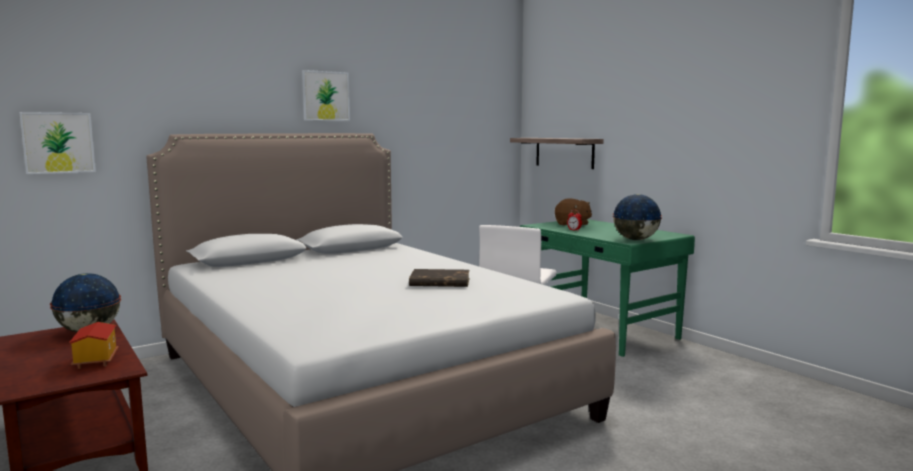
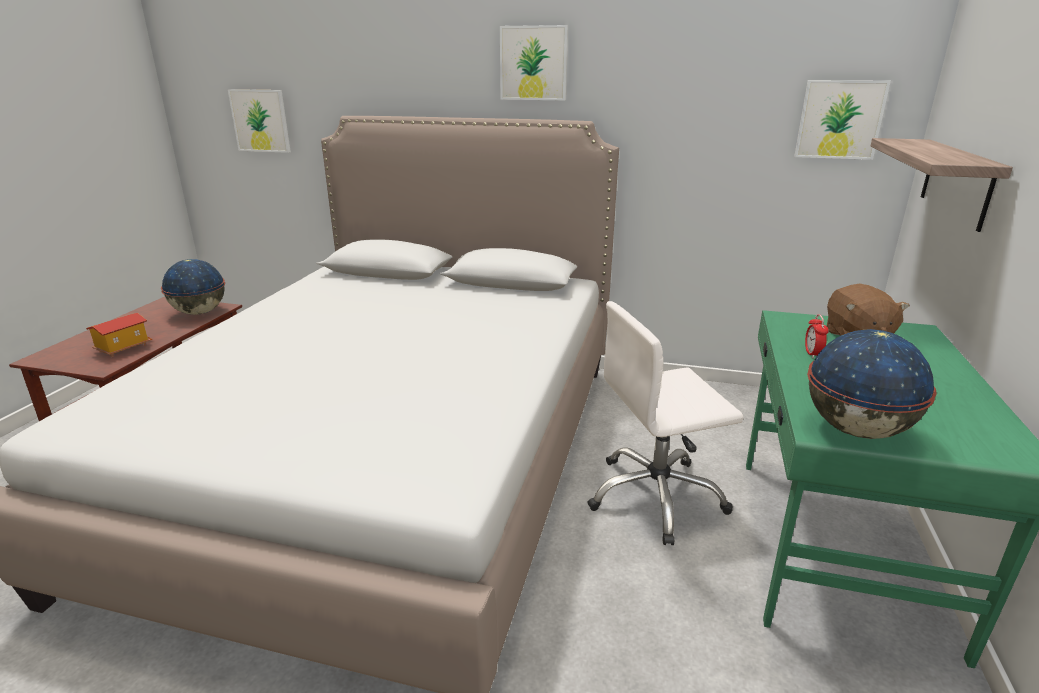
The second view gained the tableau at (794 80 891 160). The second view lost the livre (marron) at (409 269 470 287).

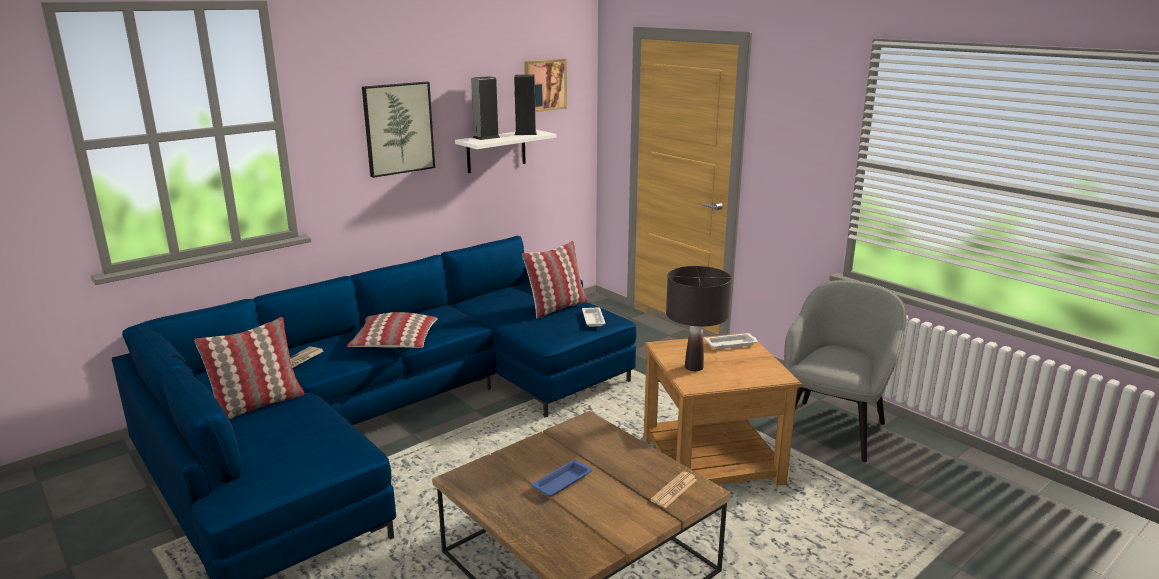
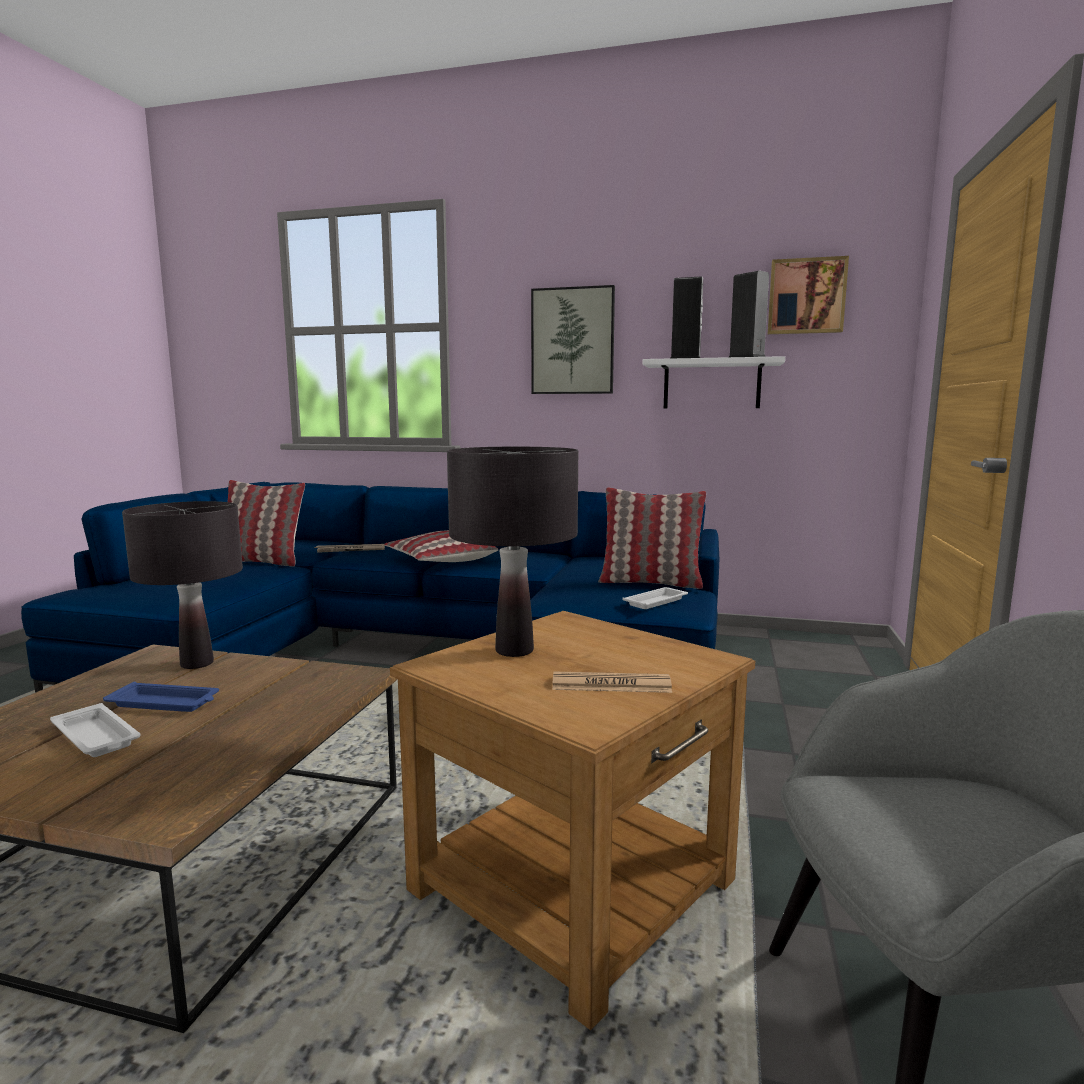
The plateau (blanc) ended up elsewhere, having gone from (704 333 758 349) to (50 703 141 757). The second view gained the lampe de table (noir) at (122 501 243 669). The journal ended up elsewhere, having gone from (650 471 697 508) to (552 671 672 693).

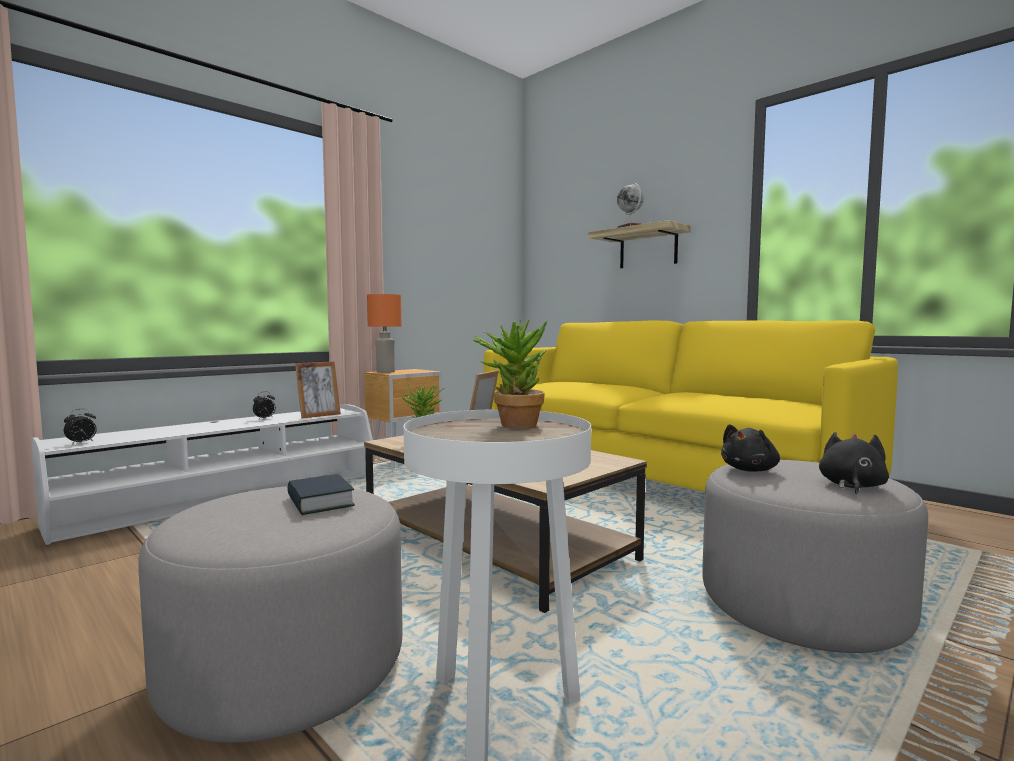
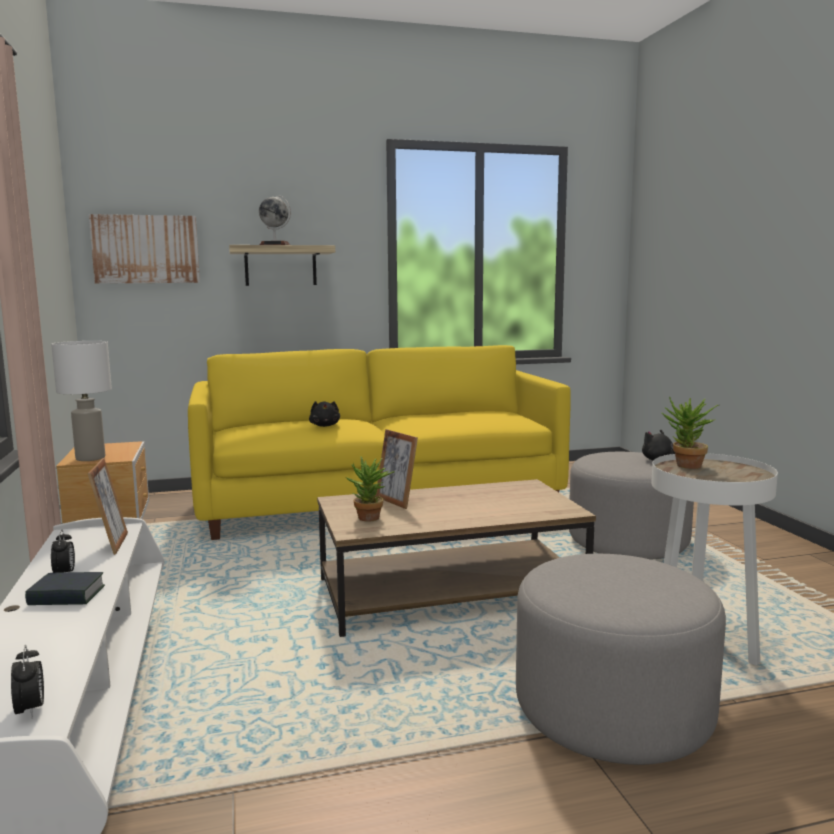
The livre ended up elsewhere, having gone from (287 474 355 515) to (25 572 105 605). What was the lampe de table (orange) at (367 294 402 373) turned into the lampe de table (blanc) at (51 341 112 461). The second view gained the tableau at (89 214 200 284). The peluche (noir) ended up elsewhere, having gone from (721 424 780 472) to (309 401 340 427).

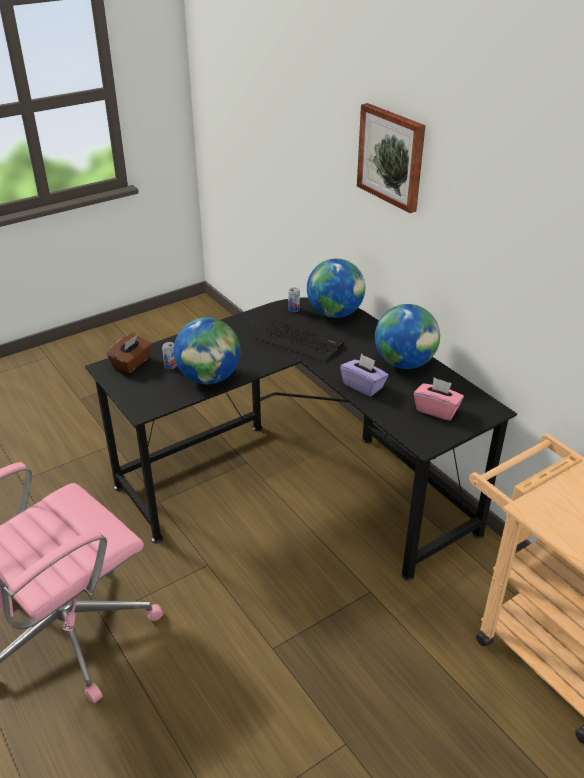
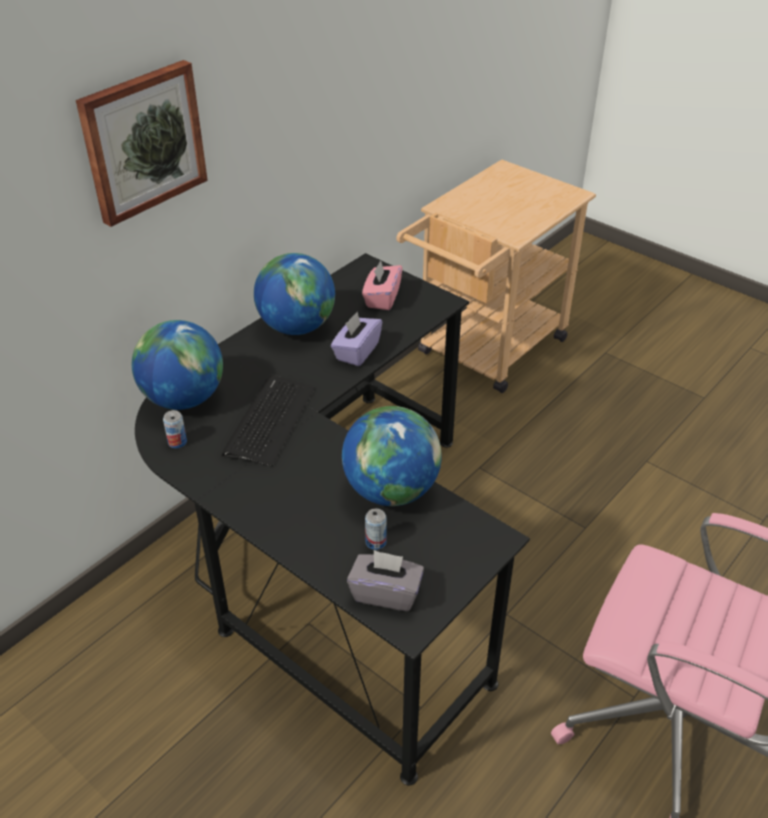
What was the boîte à mouchoirs (marron) at (107 333 152 373) turned into the boîte à mouchoirs (gris) at (347 550 424 611).

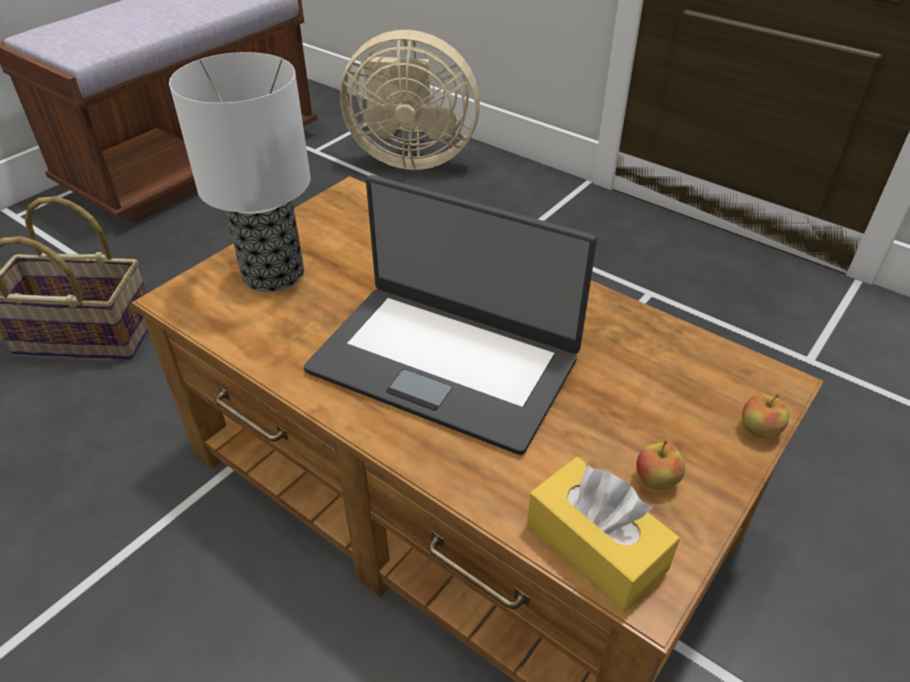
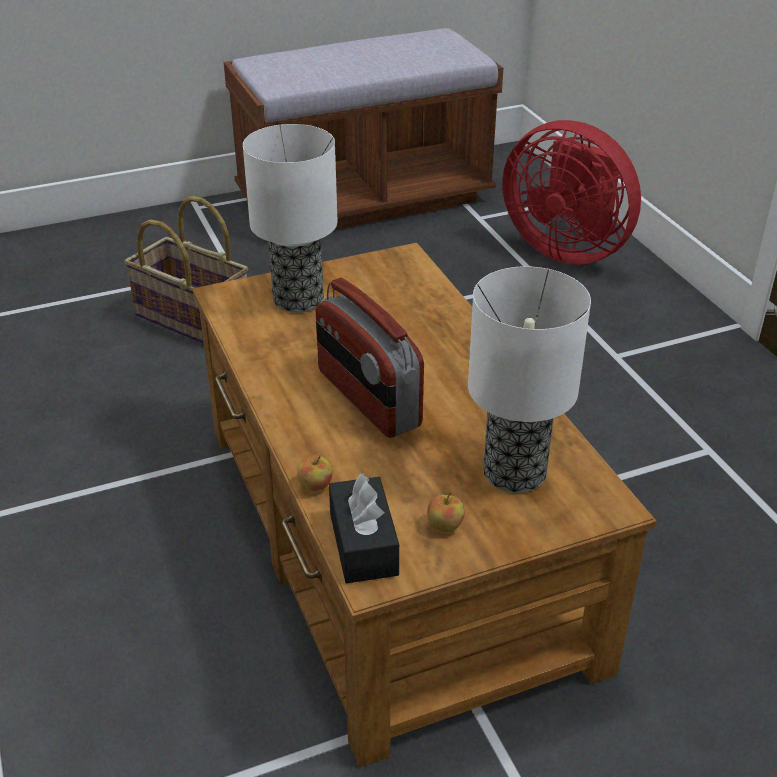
The pomme ended up elsewhere, having gone from (742 394 789 439) to (297 455 332 491). Where the ordinateur portable stood at (304 175 597 455), the radio came to stand at (316 278 424 438). What was the boîte à mouchoirs (jaune) at (527 457 680 612) turned into the boîte à mouchoirs (noir) at (329 473 399 583). The second view gained the lampe de table at (468 266 591 493). What was the ventilateur (beige) at (340 30 480 170) turned into the ventilateur (rouge) at (502 120 641 265).

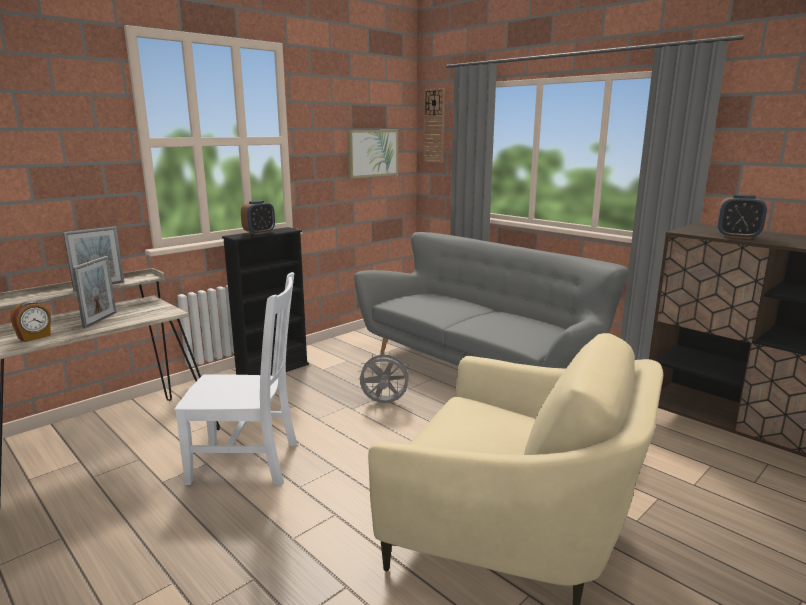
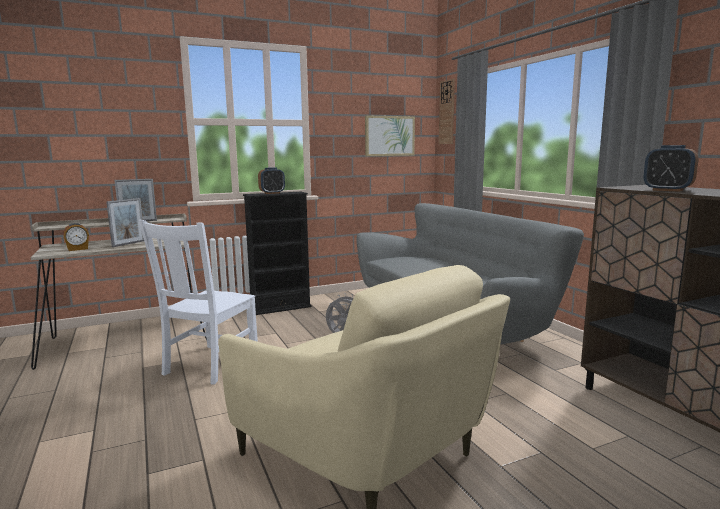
The chaise (blanc) at (174 272 297 485) ended up facing another way, 90 degrees clockwise from before.

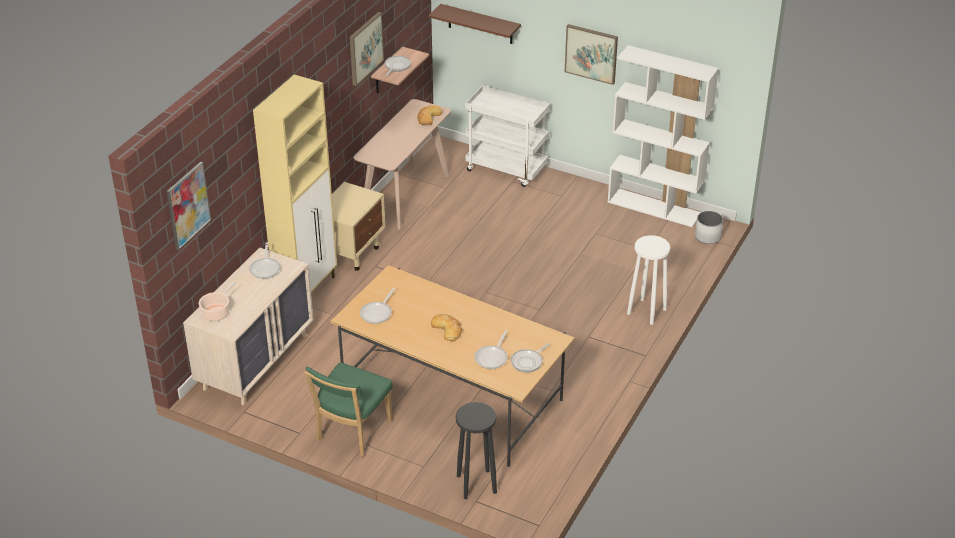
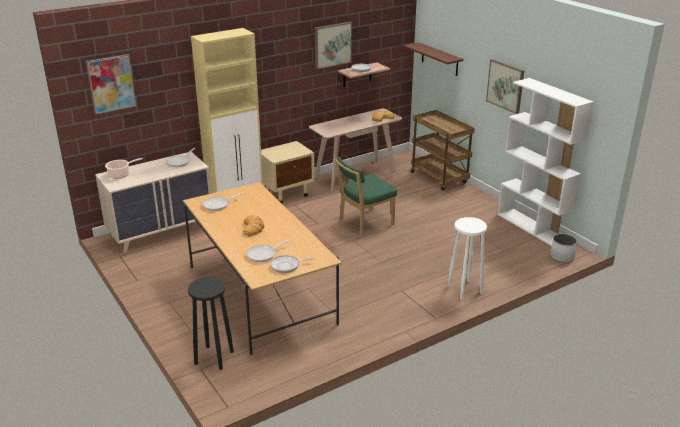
The chaise (vert) ended up elsewhere, having gone from (305 363 393 457) to (335 156 397 235). What was the chariot (blanc) at (465 85 550 187) turned into the chariot (marron) at (411 110 475 190).

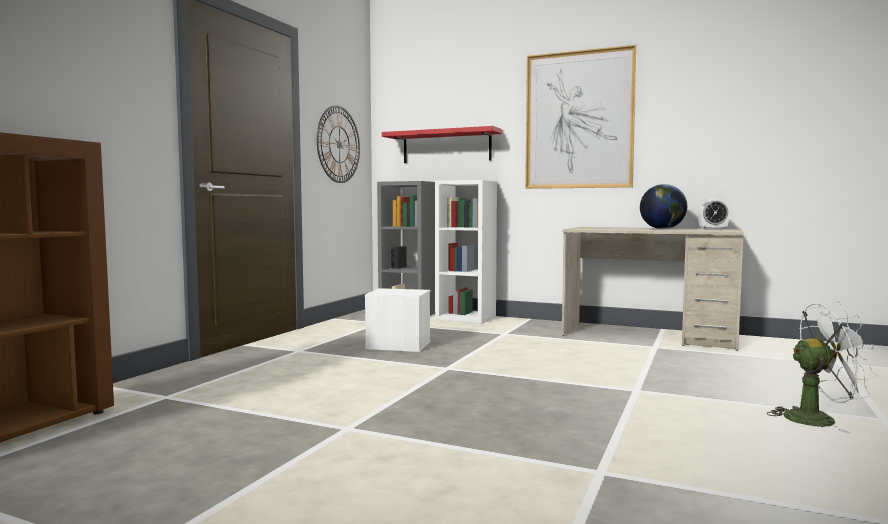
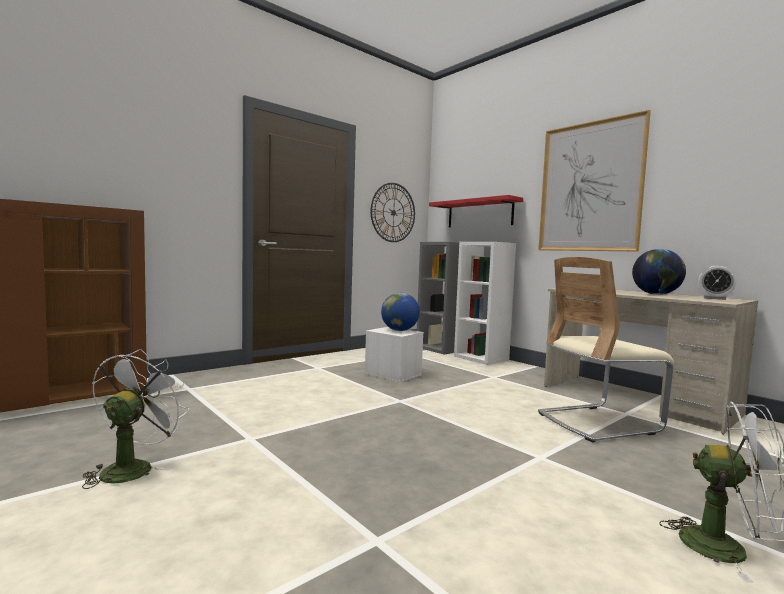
The second view gained the ventilateur (blanc) at (82 349 189 489). The second view gained the globe at (381 293 420 331). The second view gained the chaise (beige) at (538 257 674 442).

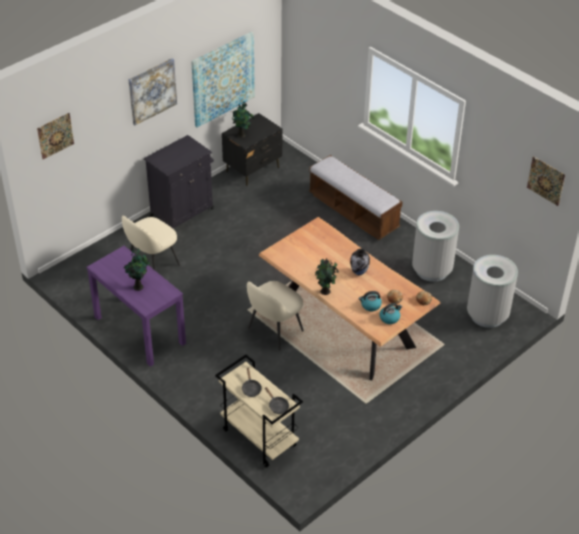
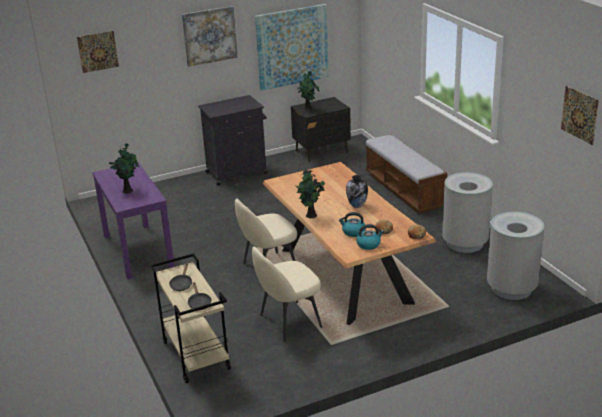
The chaise (beige) ended up elsewhere, having gone from (122 216 180 271) to (252 246 322 342).

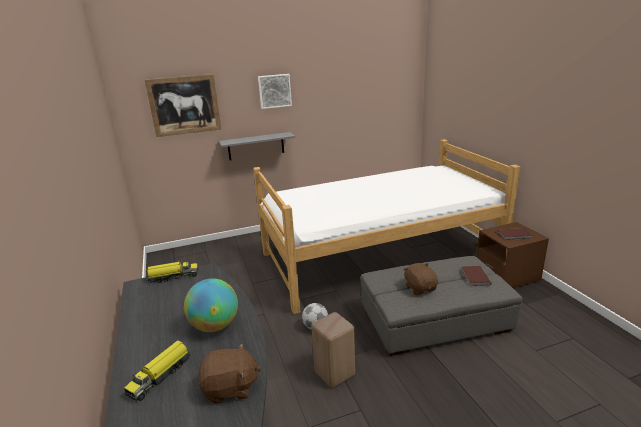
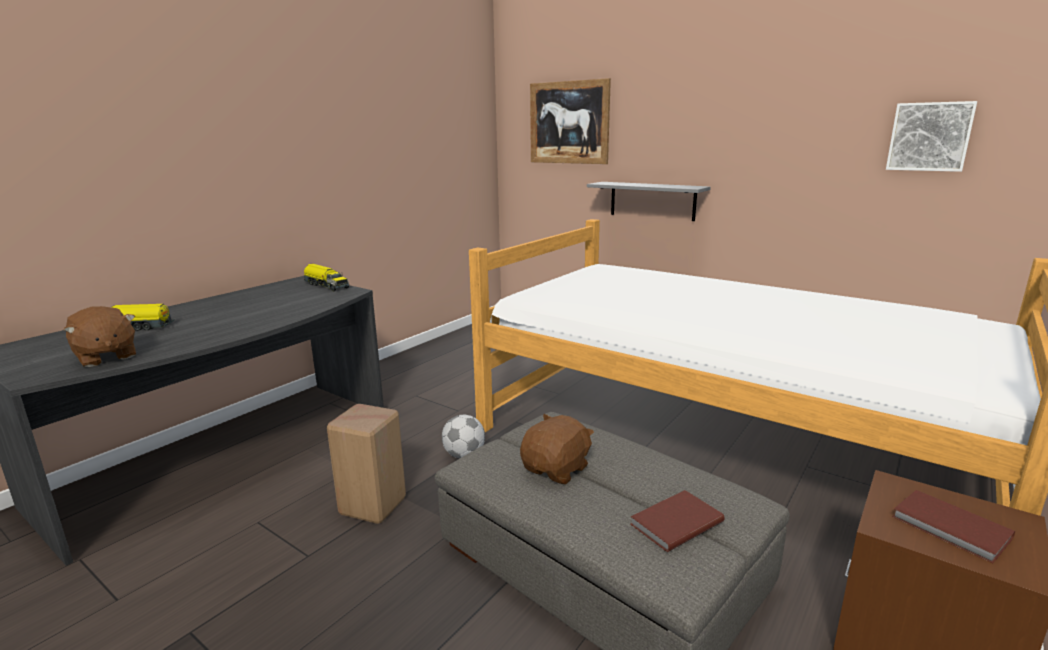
The tableau ended up elsewhere, having gone from (258 74 292 109) to (886 101 977 172). The second view lost the globe at (184 278 238 332).

